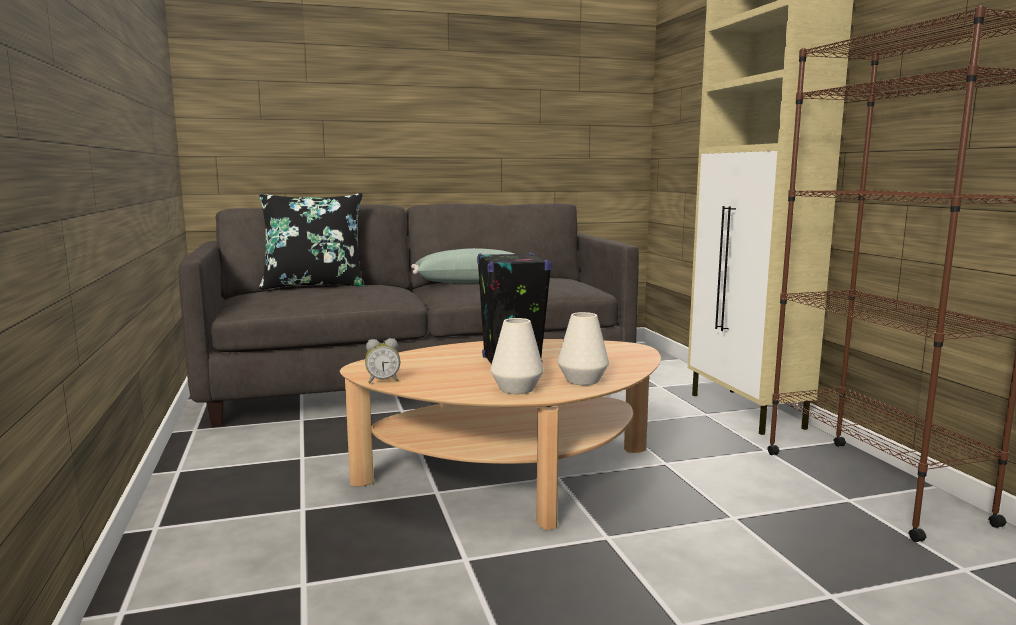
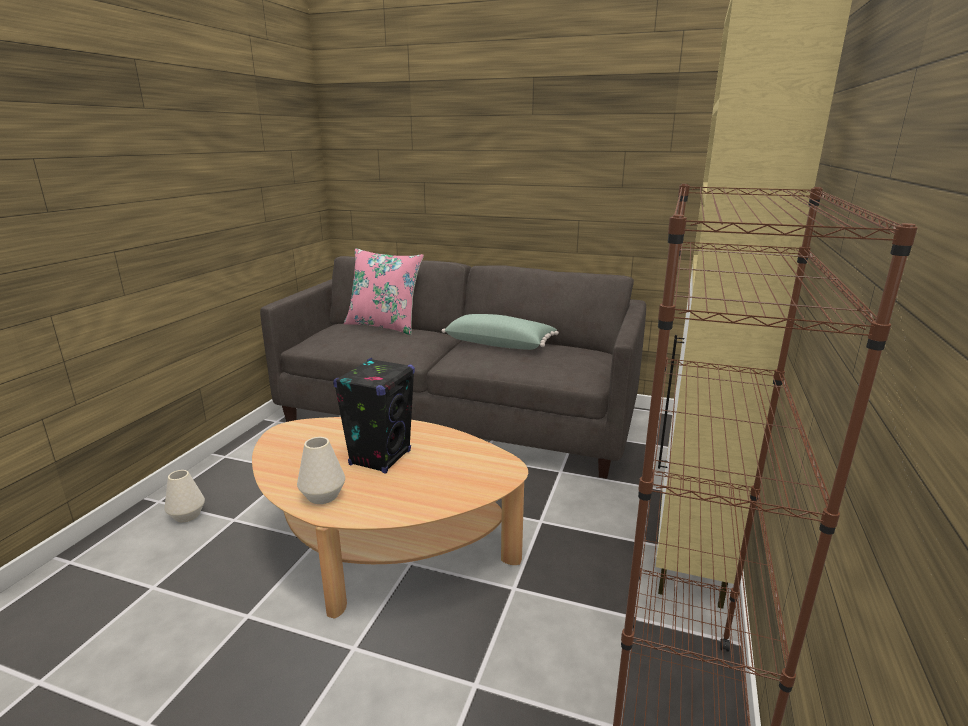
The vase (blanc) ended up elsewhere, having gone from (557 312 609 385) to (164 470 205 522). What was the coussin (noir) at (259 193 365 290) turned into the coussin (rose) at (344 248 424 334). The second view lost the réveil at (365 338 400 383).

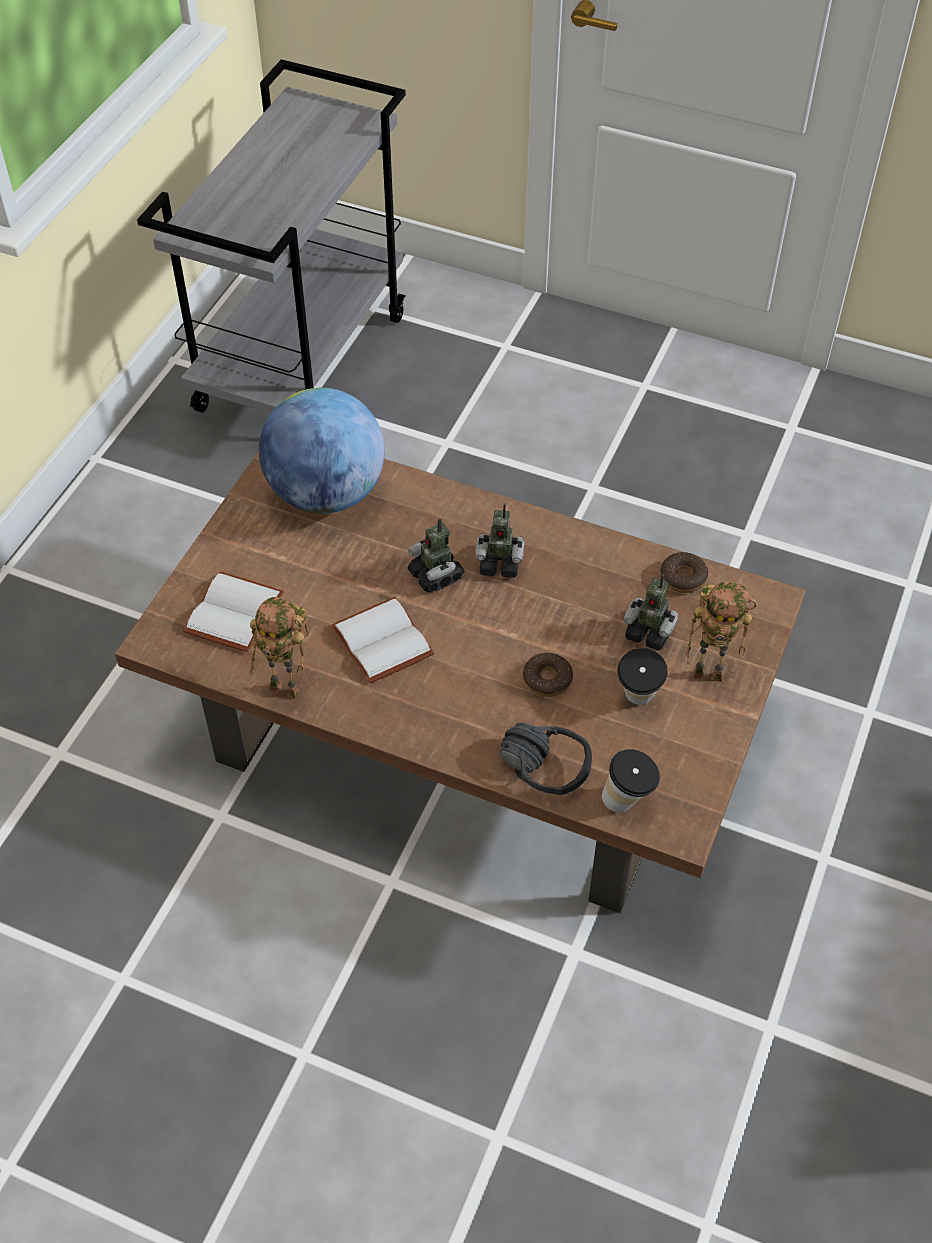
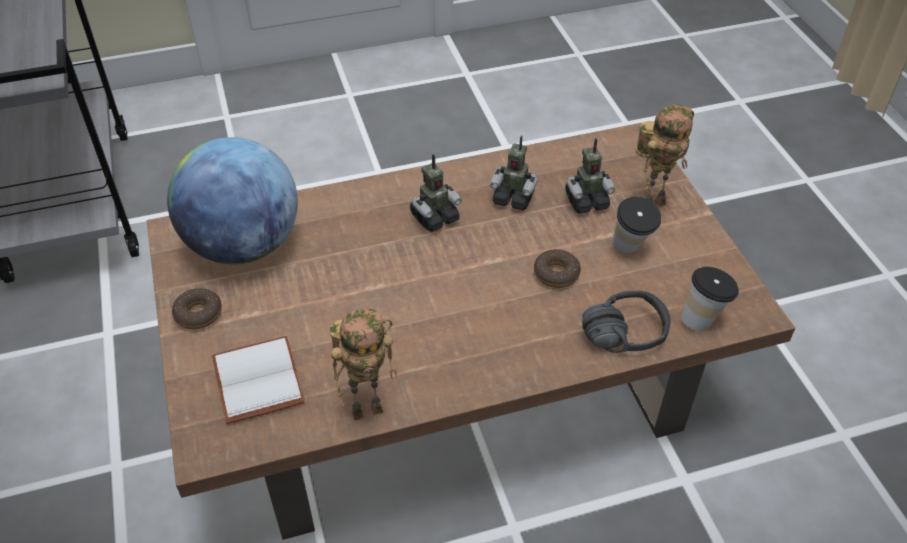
The beignet ended up elsewhere, having gone from (660 552 708 593) to (172 288 222 329). The robot jouet ended up elsewhere, having gone from (408 518 464 592) to (490 135 538 210). The second view lost the livre (blanc) at (331 597 434 684).

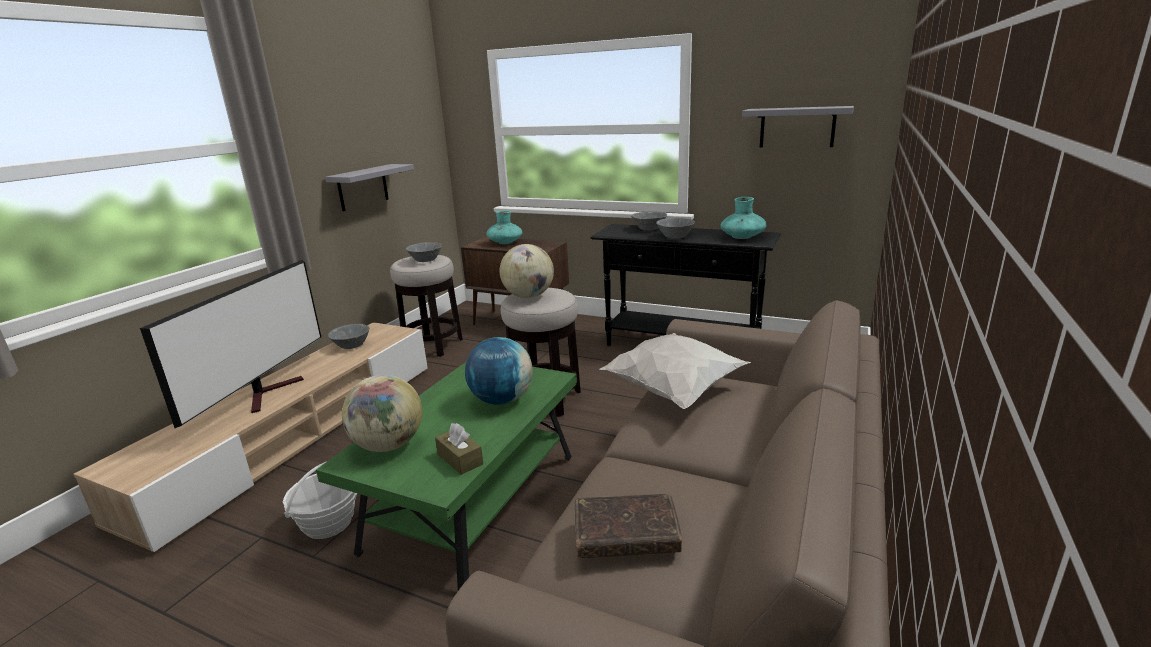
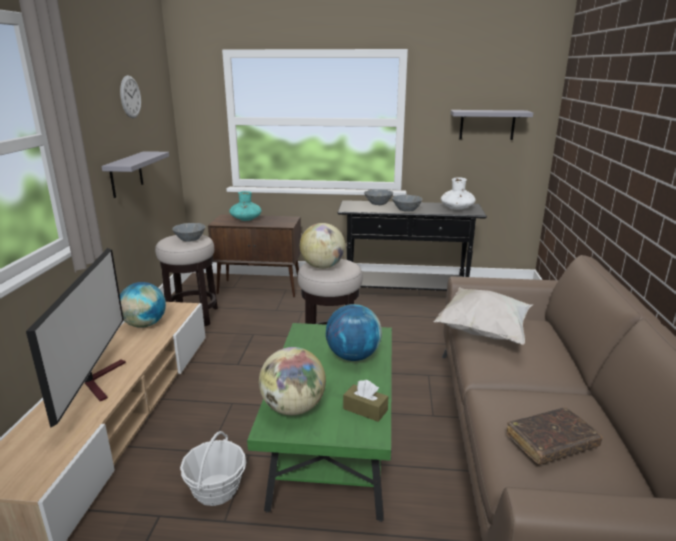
The second view gained the horloge murale at (120 75 141 118). Where the bol (gris) stood at (328 324 370 349), the globe came to stand at (120 282 166 328). What was the vase (turquoise) at (721 197 766 239) turned into the vase (blanc) at (441 177 476 210).

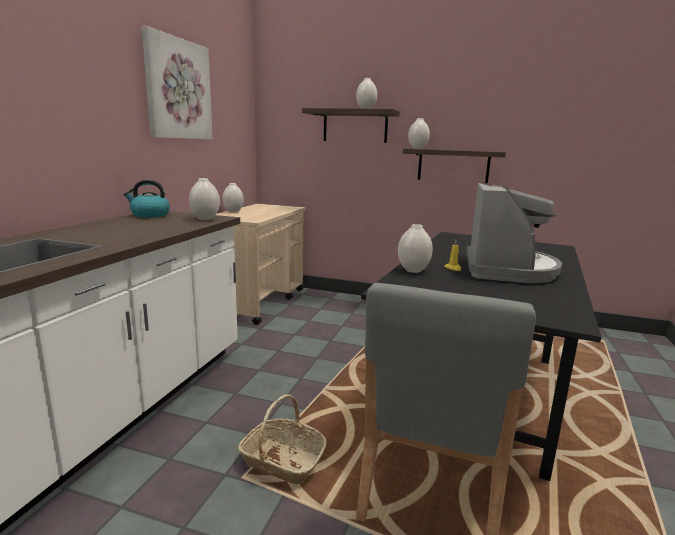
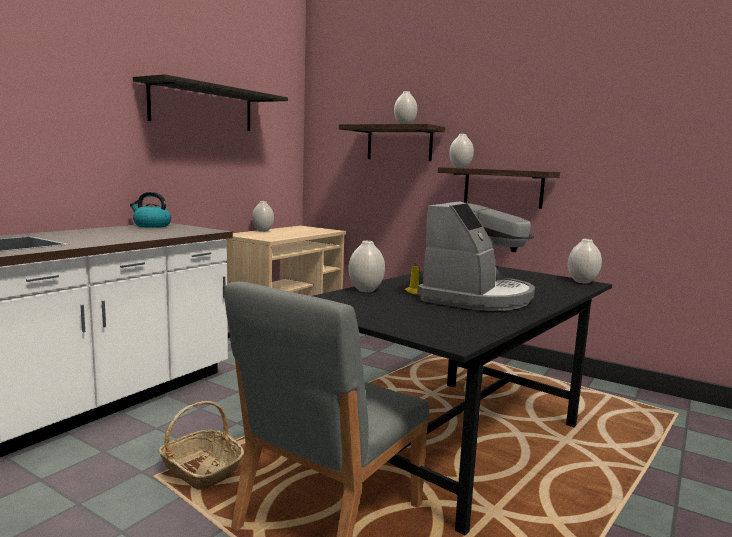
Where the tableau hung at (142 26 213 139), the étagère came to hang at (133 74 288 131). The vase (blanc) ended up elsewhere, having gone from (189 178 220 220) to (568 239 602 283).

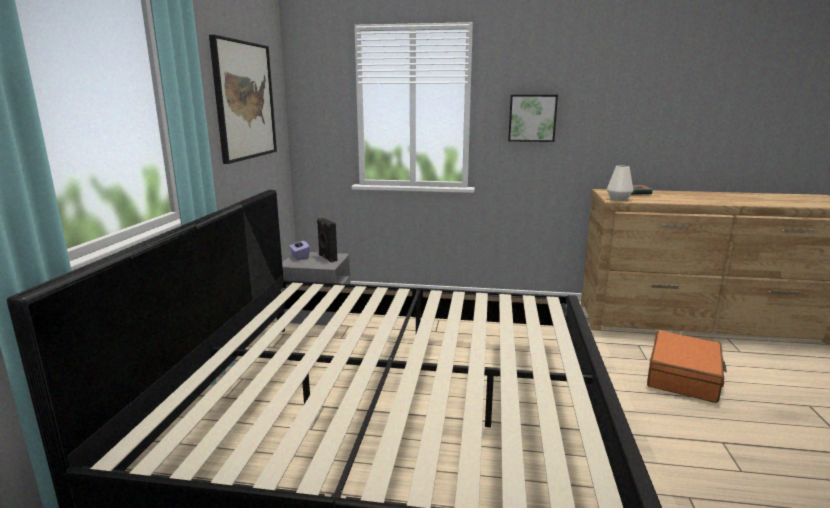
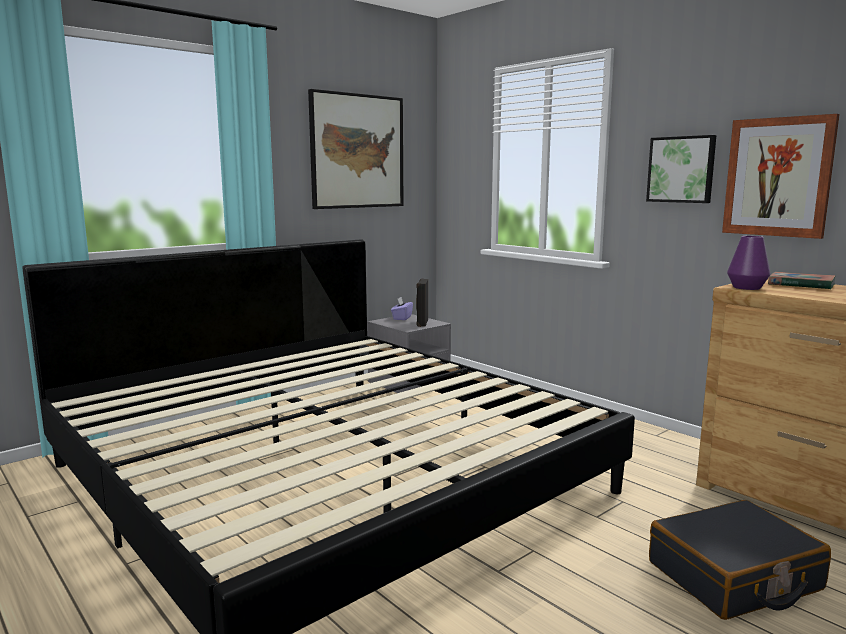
What was the valise (orange) at (647 330 727 403) turned into the valise (noir) at (649 500 831 620). The second view gained the tableau at (722 114 840 239). What was the vase (blanc) at (607 166 633 201) turned into the vase (violet) at (727 236 770 290).

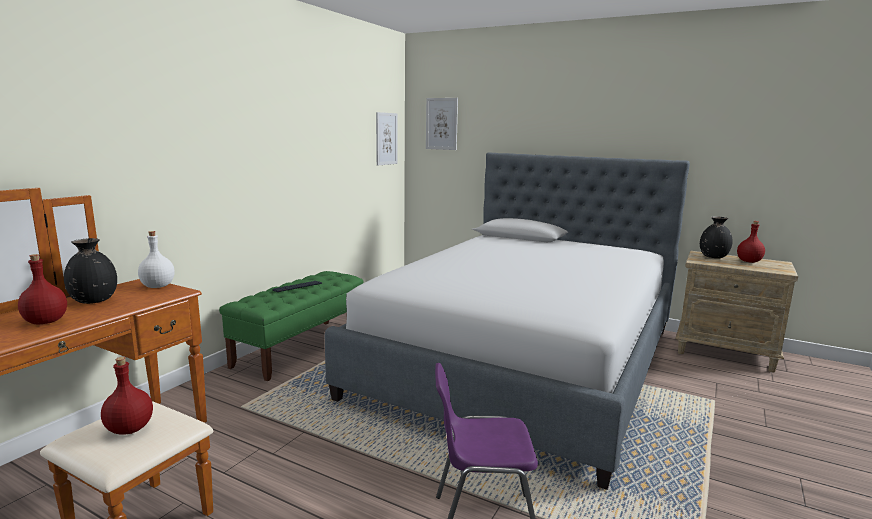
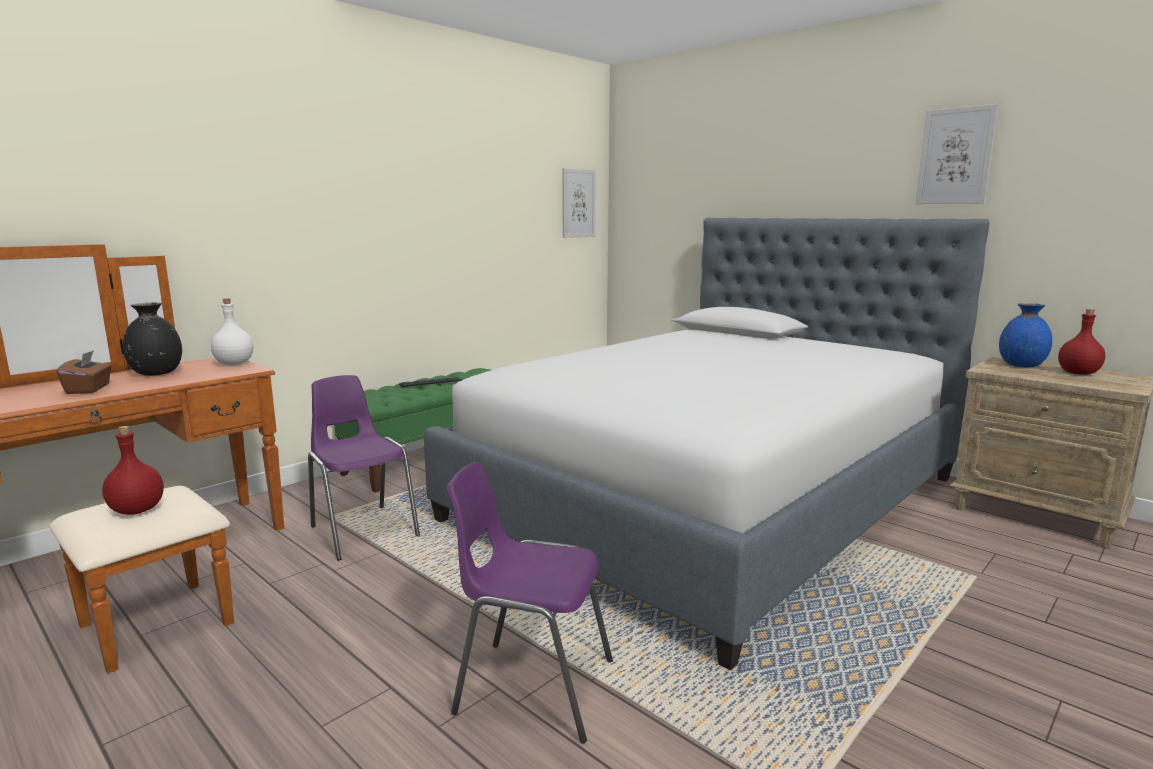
Where the bouteille (rouge) stood at (18 254 67 324), the boîte à mouchoirs (marron) came to stand at (57 350 112 394). The second view gained the chaise (violet) at (308 375 420 561). The tableau ended up elsewhere, having gone from (426 98 458 150) to (916 104 998 204). What was the vase (noir) at (700 216 732 258) turned into the vase (bleu) at (999 303 1052 367).

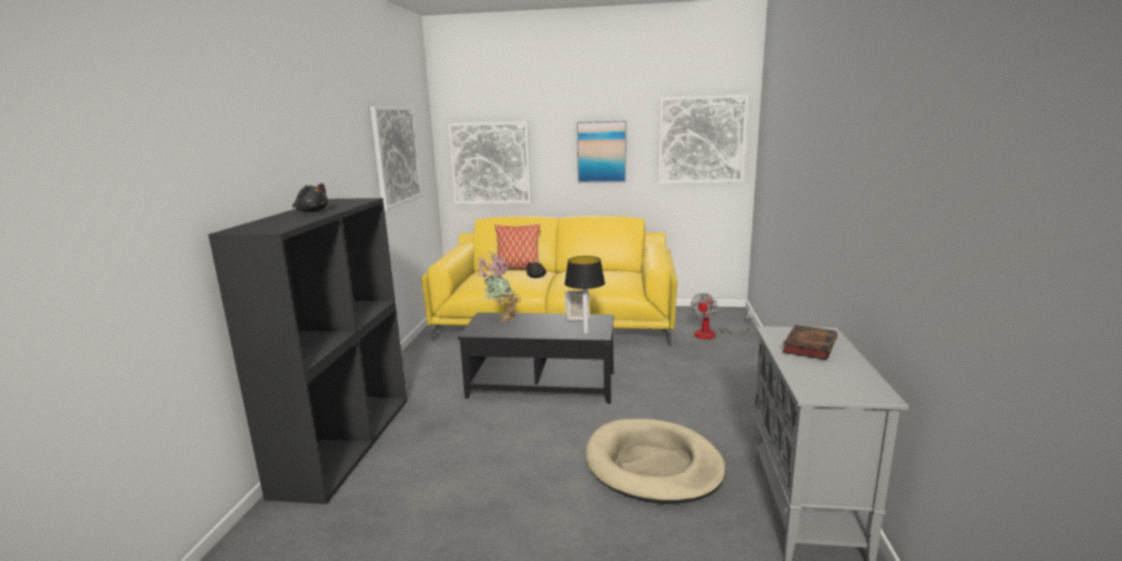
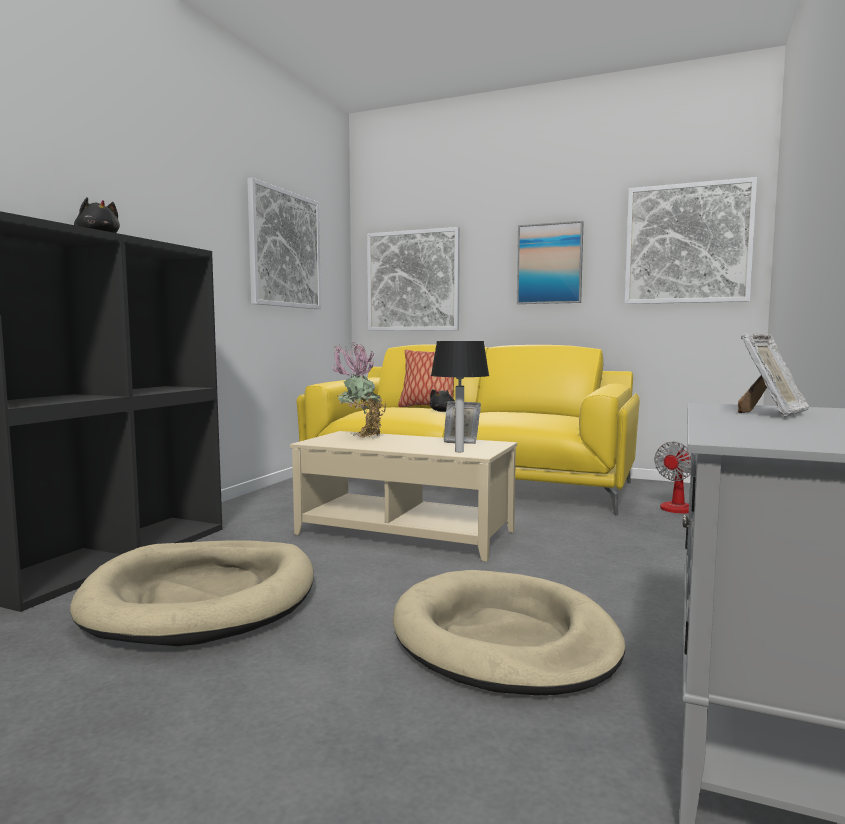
The second view gained the panier pour chien (beige) at (70 540 314 646). What was the table basse (noir) at (458 312 614 404) turned into the table basse (beige) at (290 431 517 562). Where the livre stood at (782 325 837 360), the cadre photo came to stand at (738 333 809 417).

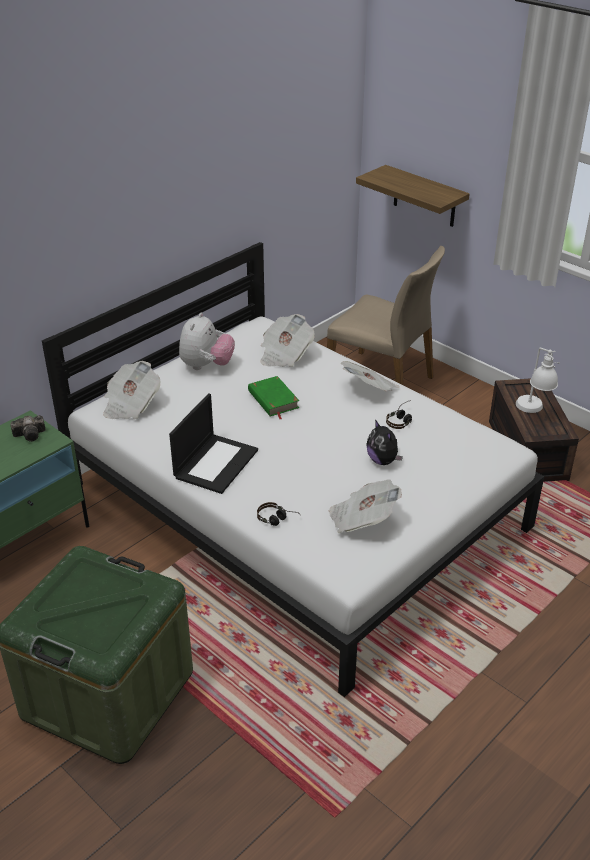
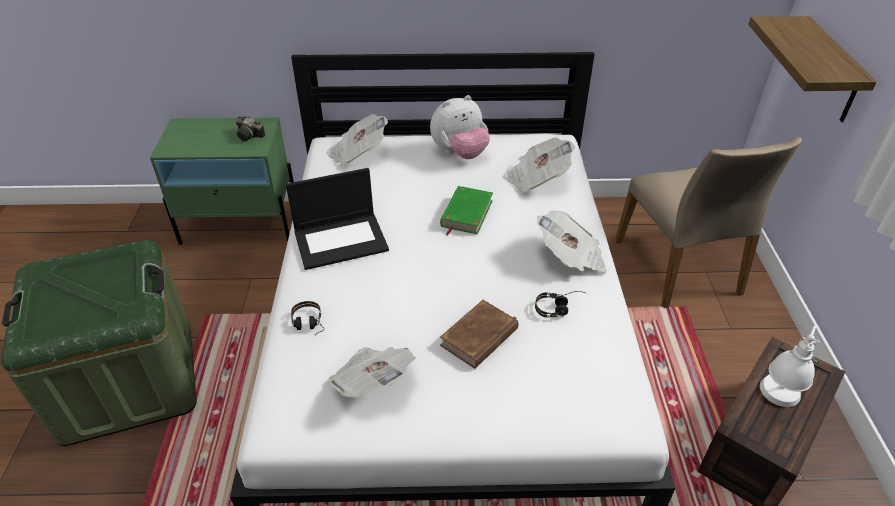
Where the peluche stood at (366 420 403 465), the livre (marron) came to stand at (440 300 518 369).

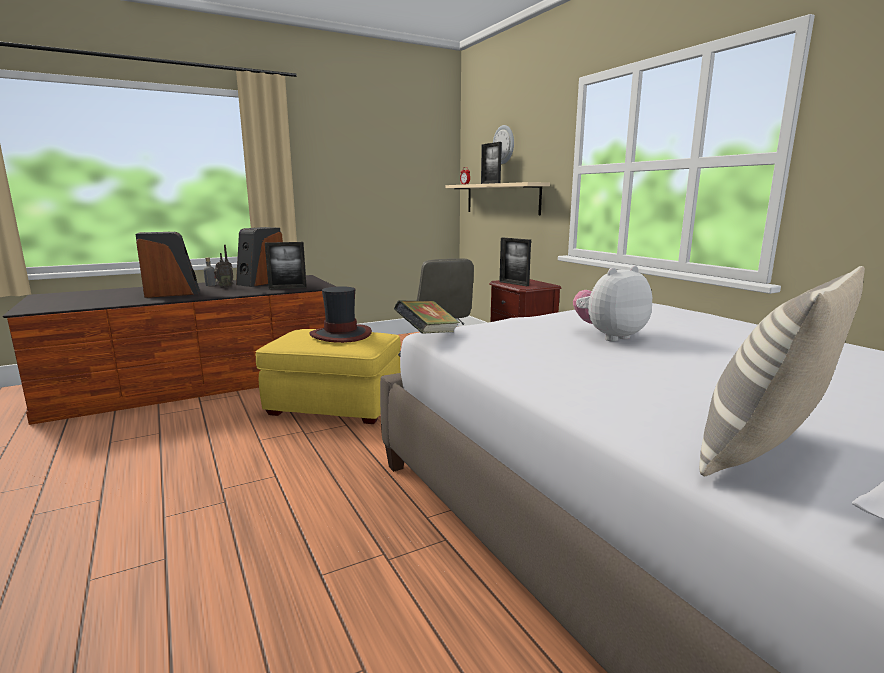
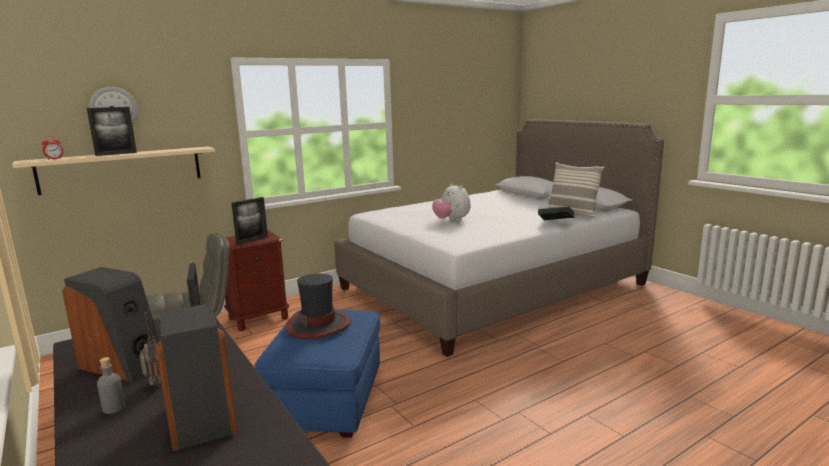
What was the pouf (jaune) at (256 329 401 424) turned into the pouf (bleu) at (255 310 380 438). The livre ended up elsewhere, having gone from (394 300 460 334) to (538 206 575 221).

